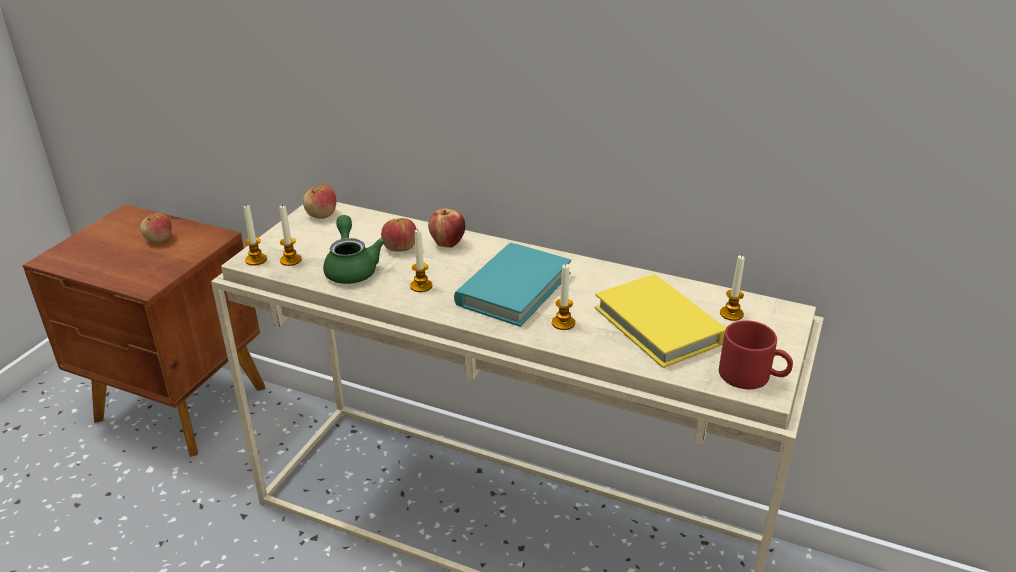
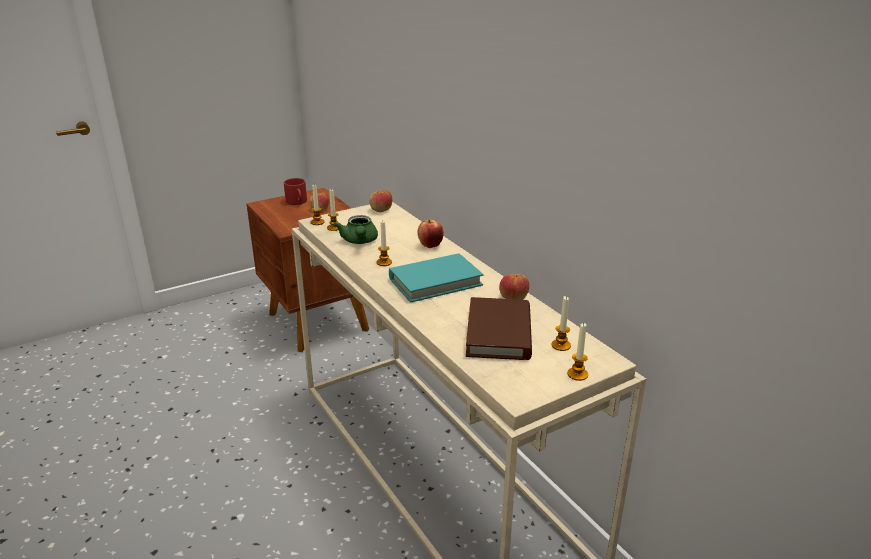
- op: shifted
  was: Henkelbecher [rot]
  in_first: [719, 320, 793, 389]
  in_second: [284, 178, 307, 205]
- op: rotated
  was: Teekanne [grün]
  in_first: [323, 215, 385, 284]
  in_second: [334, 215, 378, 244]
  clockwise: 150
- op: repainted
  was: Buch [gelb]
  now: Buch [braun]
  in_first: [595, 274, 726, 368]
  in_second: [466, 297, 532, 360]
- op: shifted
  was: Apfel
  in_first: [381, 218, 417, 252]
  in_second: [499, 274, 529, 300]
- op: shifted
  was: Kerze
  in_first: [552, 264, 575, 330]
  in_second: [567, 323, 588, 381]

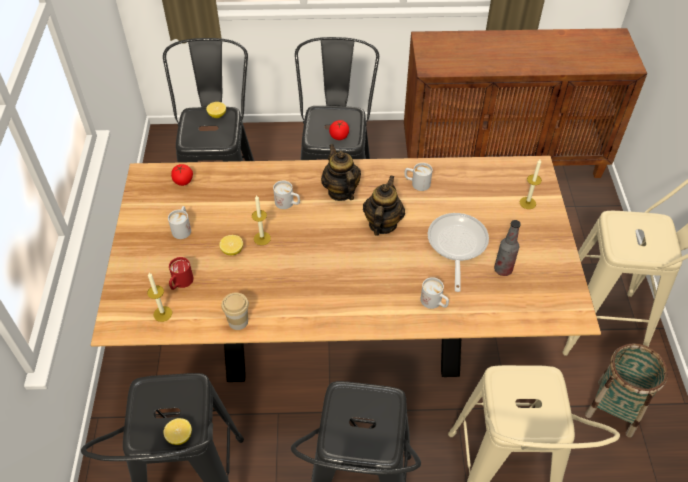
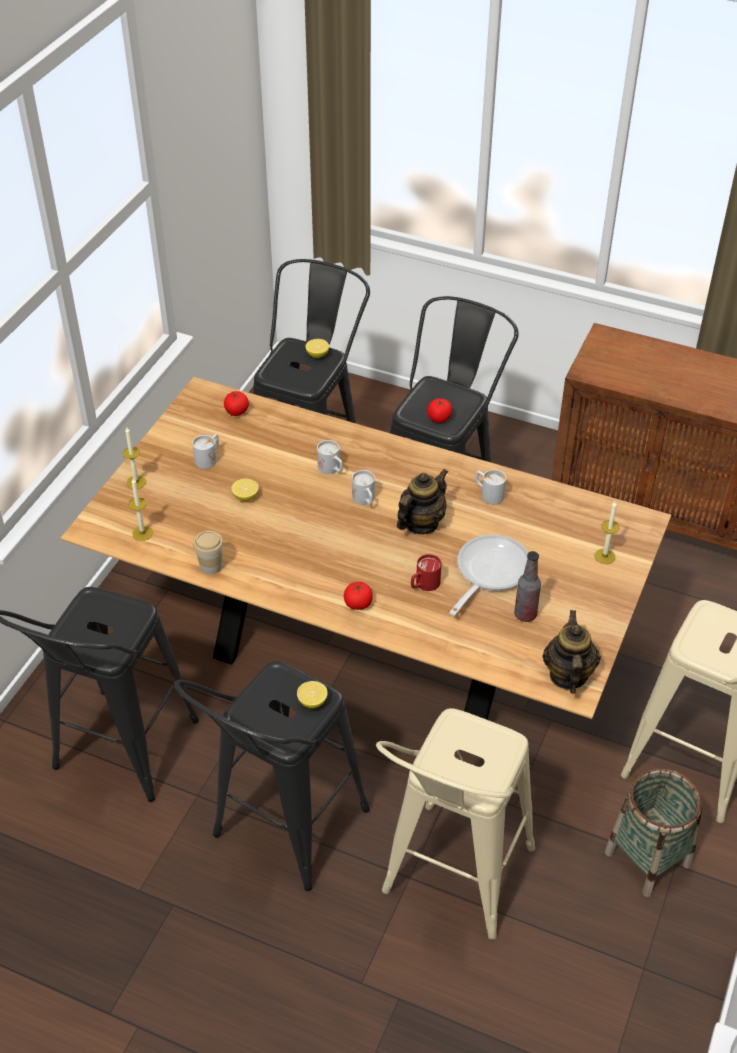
- op: shifted
  was: Kerze
  in_first: [252, 195, 271, 245]
  in_second: [123, 428, 146, 489]
- op: shifted
  was: Zitrone
  in_first: [163, 418, 192, 445]
  in_second: [297, 681, 328, 709]
- op: new
  now: Tomate
  in_second: [344, 582, 373, 610]
- op: shifted
  was: Henkelbecher [weiß]
  in_first: [420, 277, 449, 309]
  in_second: [352, 470, 375, 506]
- op: shifted
  was: Henkelbecher [rot]
  in_first: [169, 257, 194, 290]
  in_second: [411, 554, 441, 591]
- op: shifted
  was: Teekanne
  in_first: [321, 144, 361, 201]
  in_second: [543, 610, 601, 694]

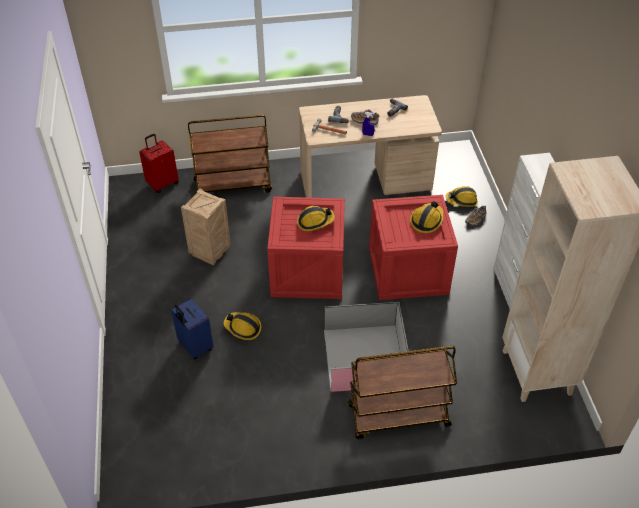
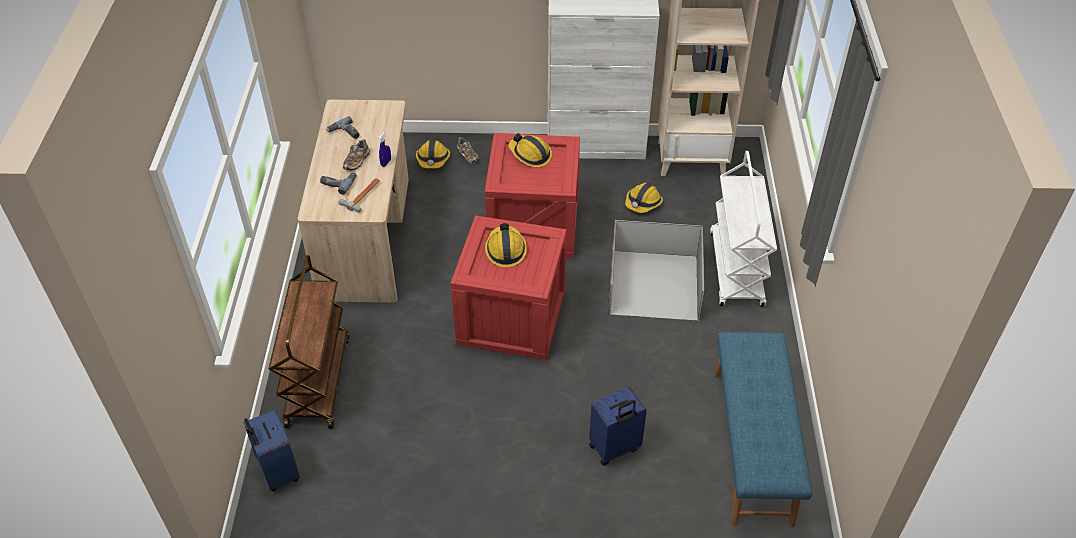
- op: repainted
  was: Koffer [rot]
  now: Koffer [blau]
  in_first: [139, 134, 179, 193]
  in_second: [243, 410, 300, 491]
- op: shifted
  was: Schutzhelm
  in_first: [223, 312, 261, 340]
  in_second: [625, 183, 663, 213]
- op: repainted
  was: Rollwagen [braun]
  now: Rollwagen [weiß]
  in_first: [348, 346, 457, 439]
  in_second: [710, 151, 777, 307]
- op: new
  now: Bank [blau]
  in_second: [714, 332, 813, 527]
- op: gone
  was: Kiste
  in_first: [181, 189, 231, 265]

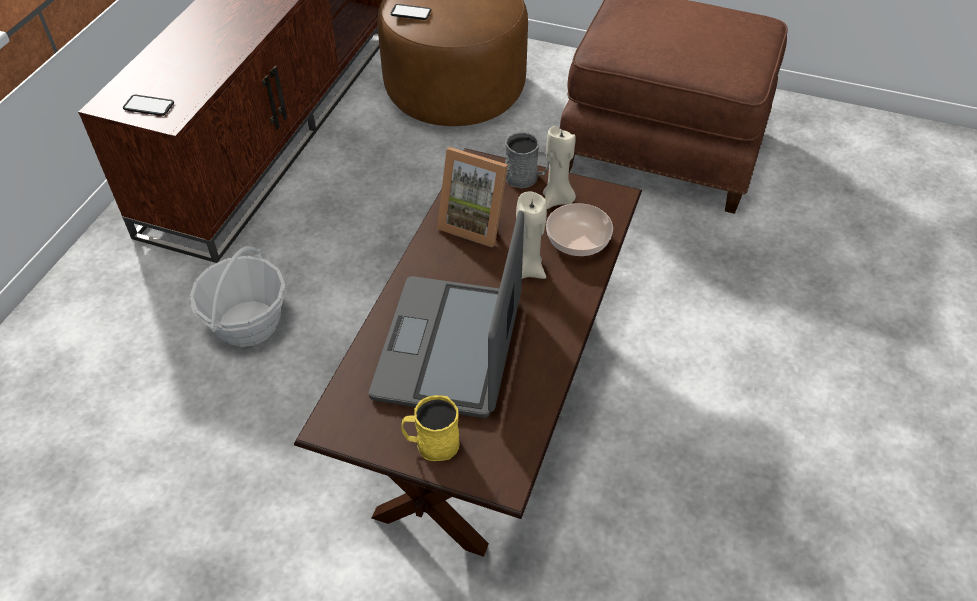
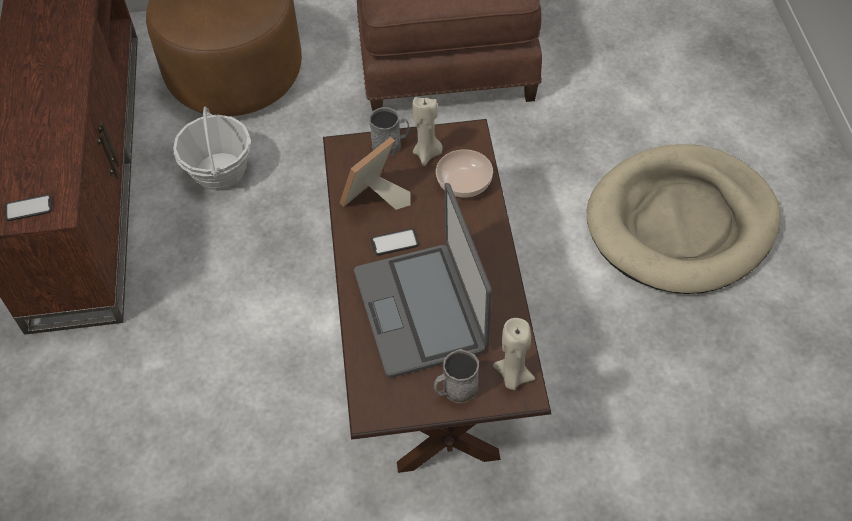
- op: shifted
  was: Korb
  in_first: [190, 246, 286, 347]
  in_second: [173, 106, 251, 190]
- op: rotated
  was: Bilderrahmen
  in_first: [437, 147, 508, 248]
  in_second: [340, 137, 411, 210]
  clockwise: 135
- op: shifted
  was: Handy
  in_first: [390, 4, 432, 20]
  in_second: [371, 229, 419, 255]
- op: repainted
  was: Henkelbecher [gelb]
  now: Henkelbecher [grau]
  in_first: [402, 395, 459, 461]
  in_second: [434, 349, 479, 404]
- op: shifted
  was: Kerze [beige]
  in_first: [516, 192, 547, 279]
  in_second: [493, 318, 535, 390]
- op: new
  now: Hundebett [beige]
  in_second: [587, 144, 781, 294]

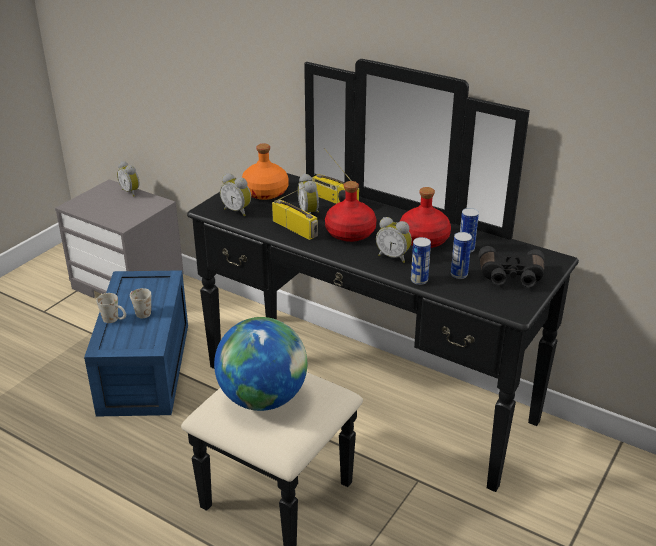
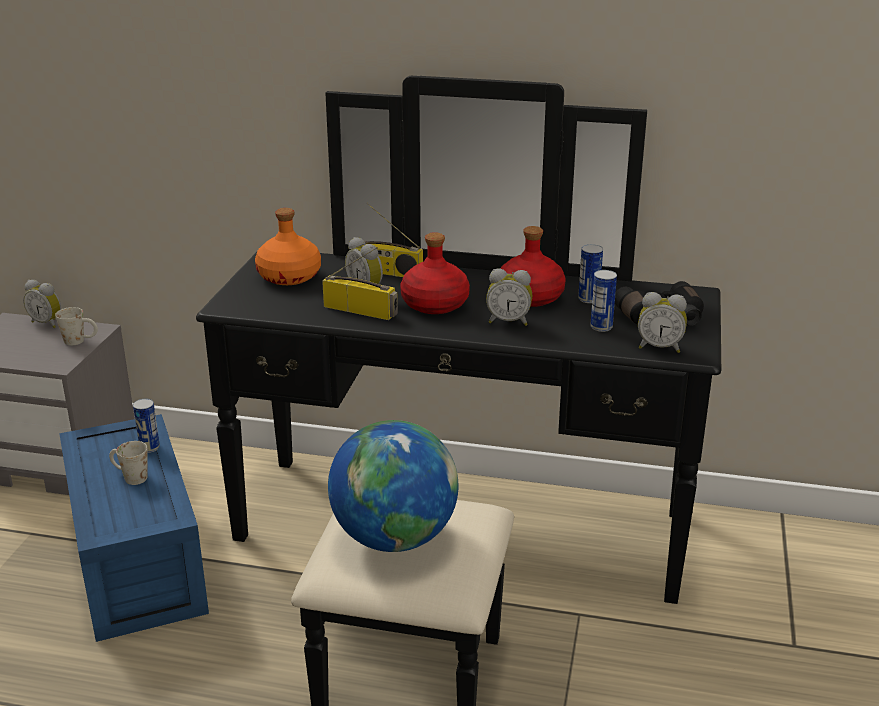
- op: shifted
  was: Henkelbecher [weiß]
  in_first: [96, 293, 126, 323]
  in_second: [55, 307, 98, 345]
- op: shifted
  was: Dose
  in_first: [411, 237, 431, 285]
  in_second: [133, 399, 160, 453]
- op: shifted
  was: Wecker
  in_first: [220, 173, 251, 216]
  in_second: [638, 292, 687, 353]

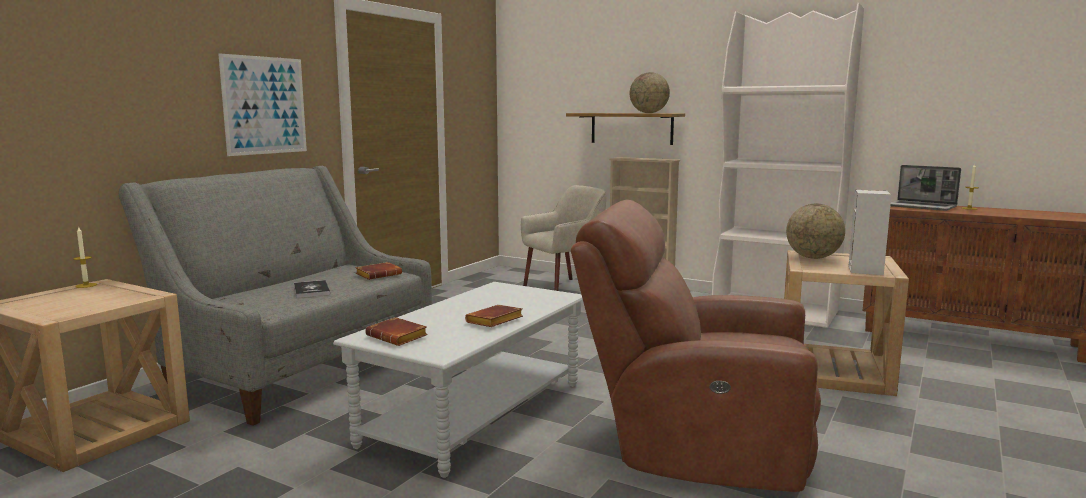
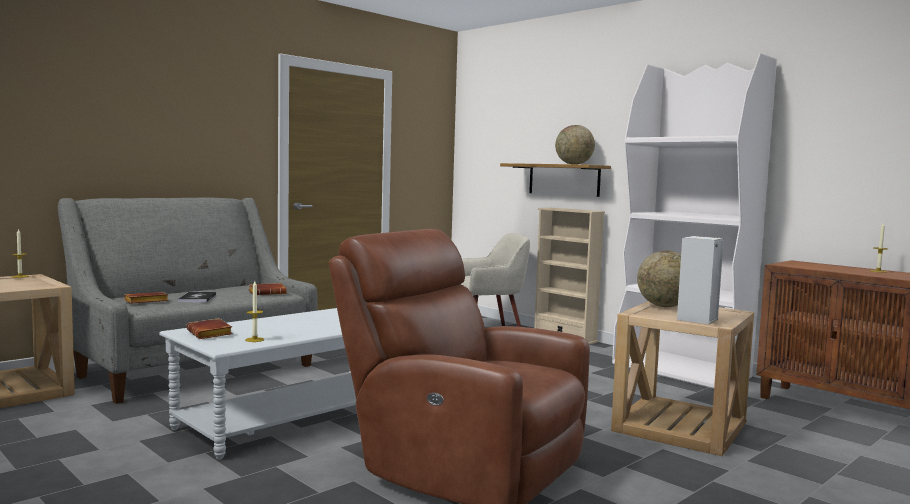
- op: shifted
  was: Buch [braun]
  in_first: [465, 305, 523, 327]
  in_second: [124, 292, 169, 304]
- op: new
  now: Kerze
  in_second: [245, 281, 264, 342]
- op: gone
  was: Bild
  in_first: [218, 53, 307, 156]
- op: gone
  was: Laptop
  in_first: [890, 165, 961, 211]

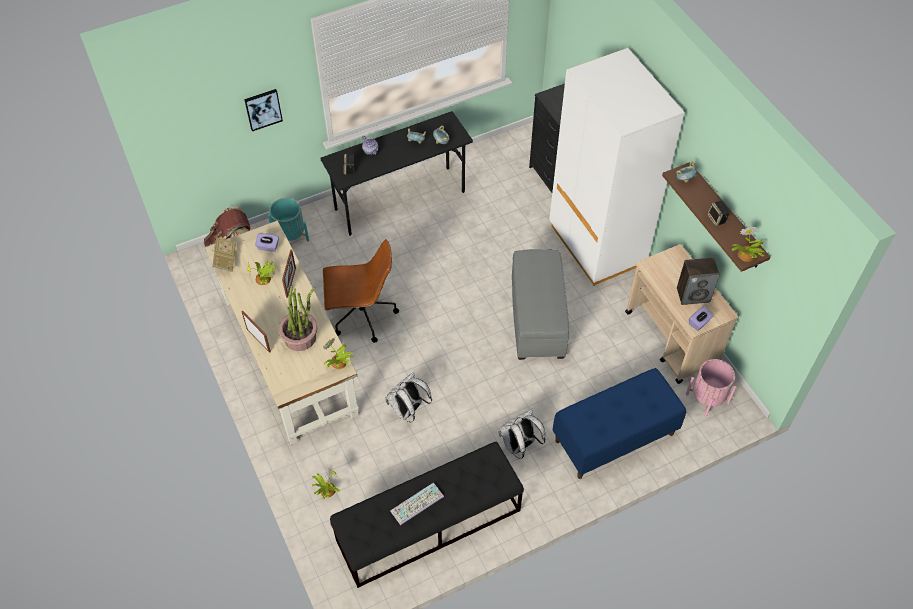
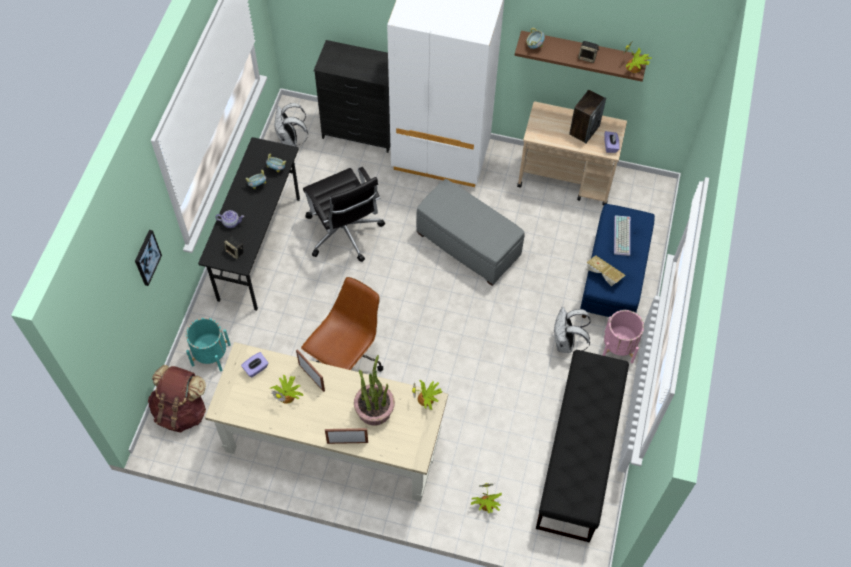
- op: shifted
  was: Rucksack [weiß]
  in_first: [385, 372, 432, 422]
  in_second: [275, 103, 308, 147]
- op: new
  now: Bürostuhl [schwarz]
  in_second: [303, 167, 385, 262]
- op: shifted
  was: Buch
  in_first: [211, 237, 236, 273]
  in_second: [586, 255, 625, 287]
- op: shifted
  was: Pflanzkübel [rosa]
  in_first: [686, 359, 736, 417]
  in_second: [602, 310, 644, 363]
- op: shifted
  was: Tastatur
  in_first: [390, 482, 444, 525]
  in_second: [614, 215, 630, 256]

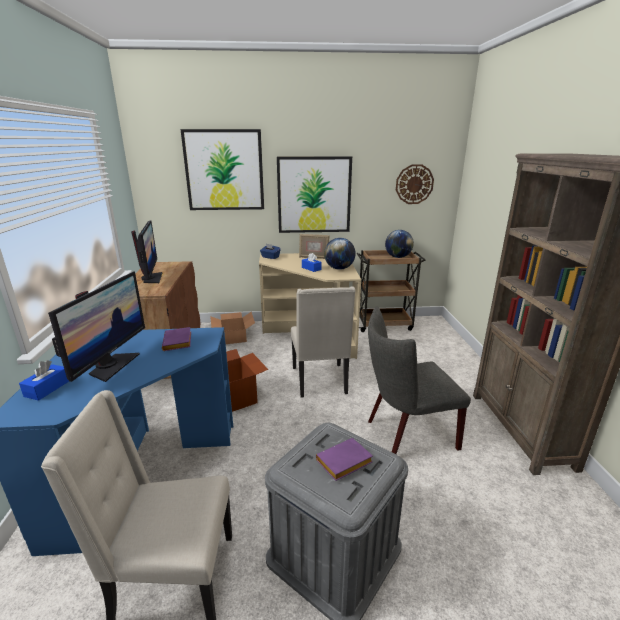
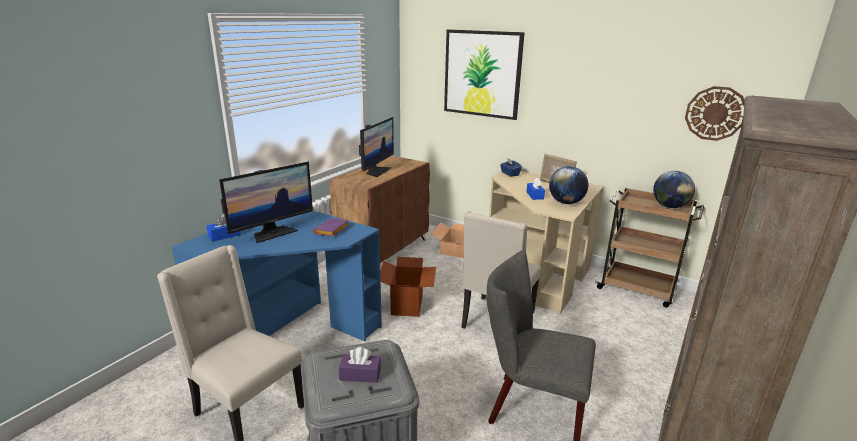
- op: swapped
  was: Buch [lila]
  now: Taschentuchbox [lila]
  in_first: [316, 438, 373, 481]
  in_second: [339, 347, 381, 383]
- op: gone
  was: Bild
  in_first: [277, 156, 352, 233]

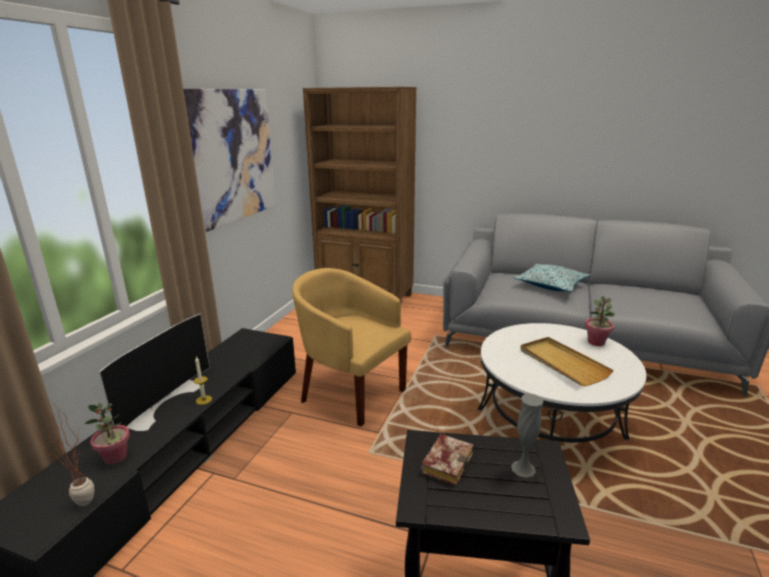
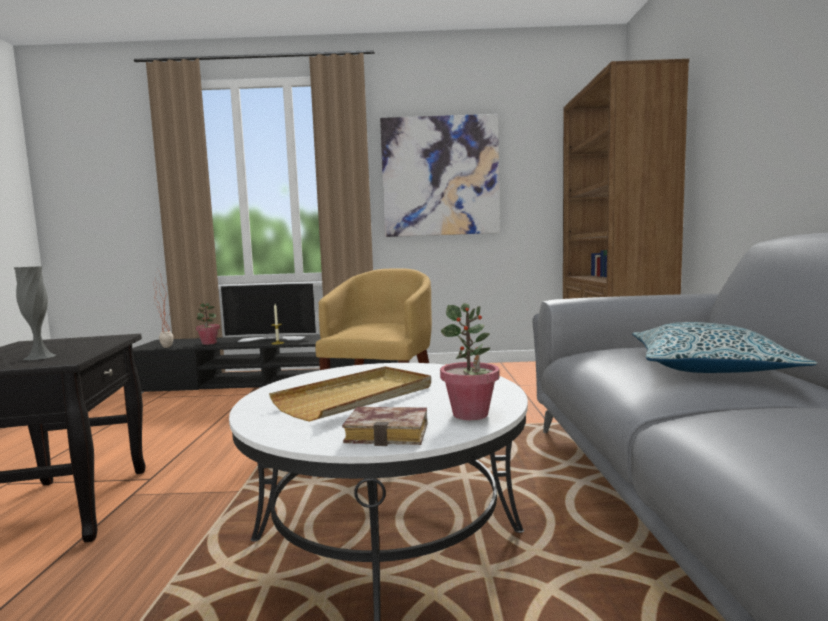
- op: shifted
  was: Buch
  in_first: [420, 434, 474, 486]
  in_second: [342, 407, 428, 446]

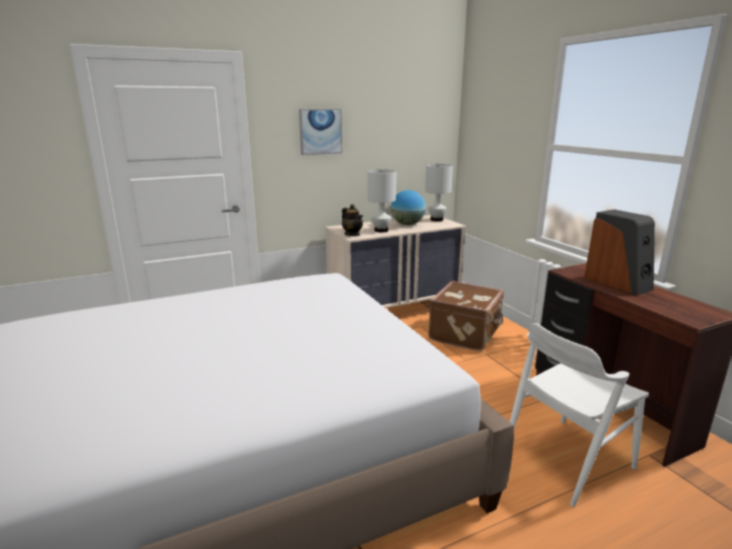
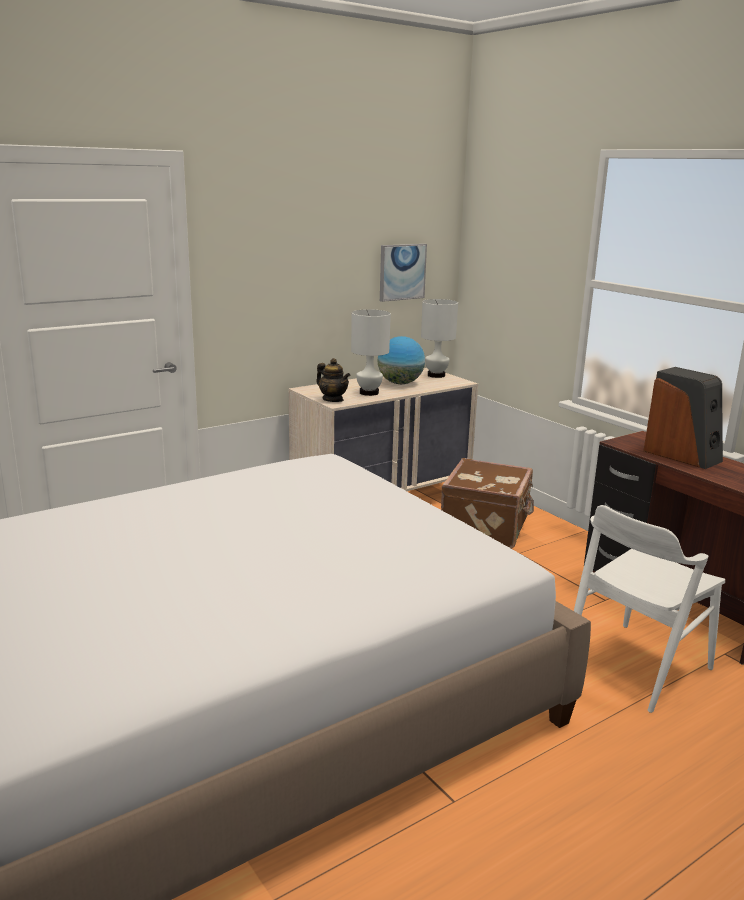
- op: shifted
  was: Bild
  in_first: [299, 109, 342, 155]
  in_second: [380, 244, 427, 302]

